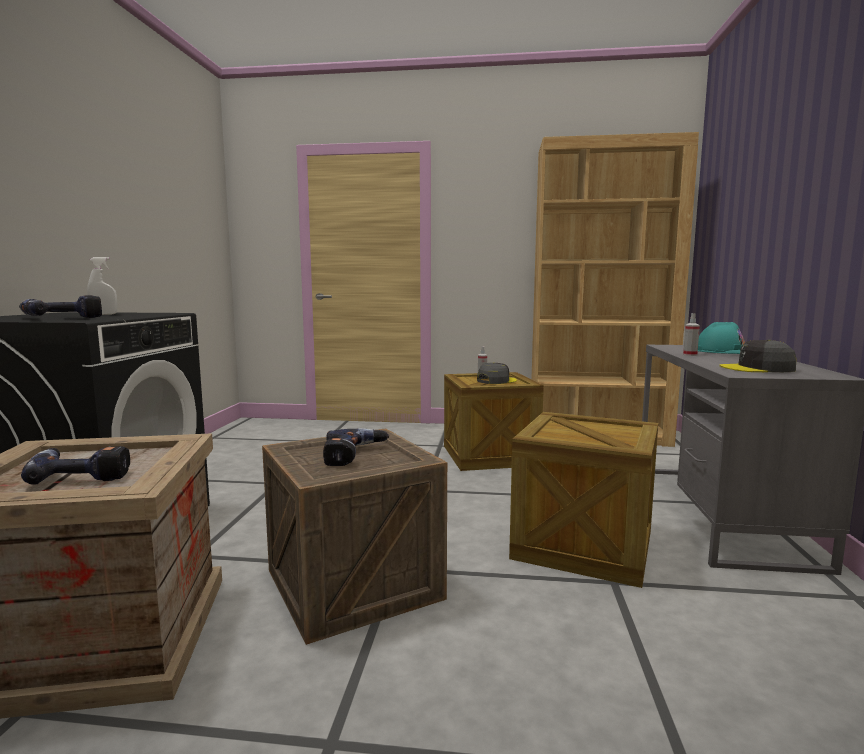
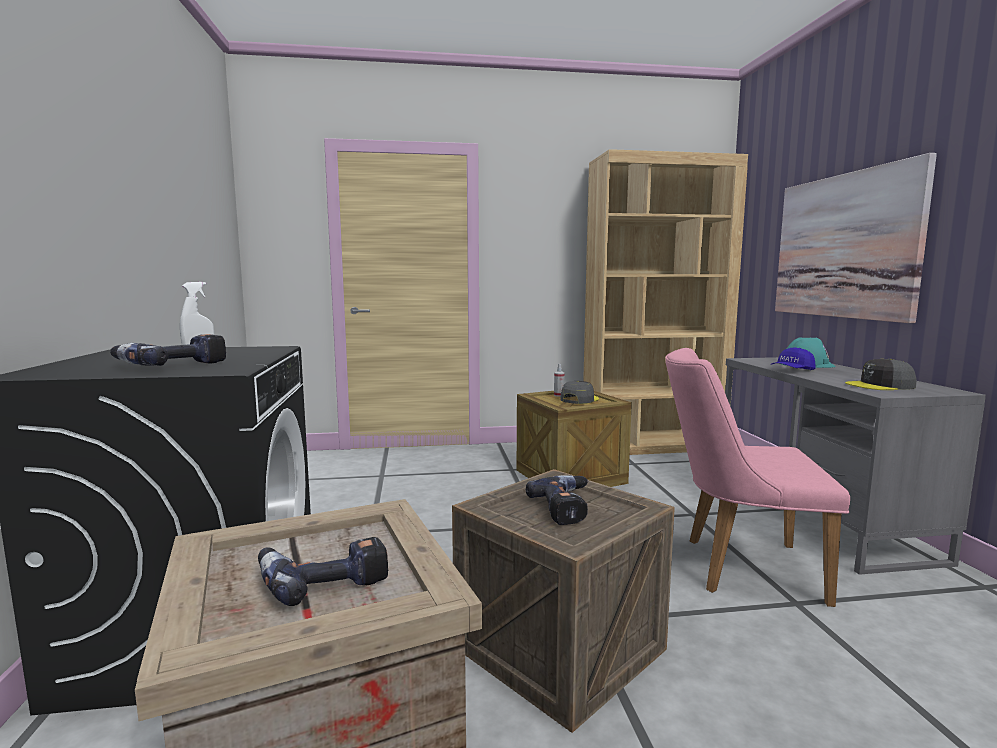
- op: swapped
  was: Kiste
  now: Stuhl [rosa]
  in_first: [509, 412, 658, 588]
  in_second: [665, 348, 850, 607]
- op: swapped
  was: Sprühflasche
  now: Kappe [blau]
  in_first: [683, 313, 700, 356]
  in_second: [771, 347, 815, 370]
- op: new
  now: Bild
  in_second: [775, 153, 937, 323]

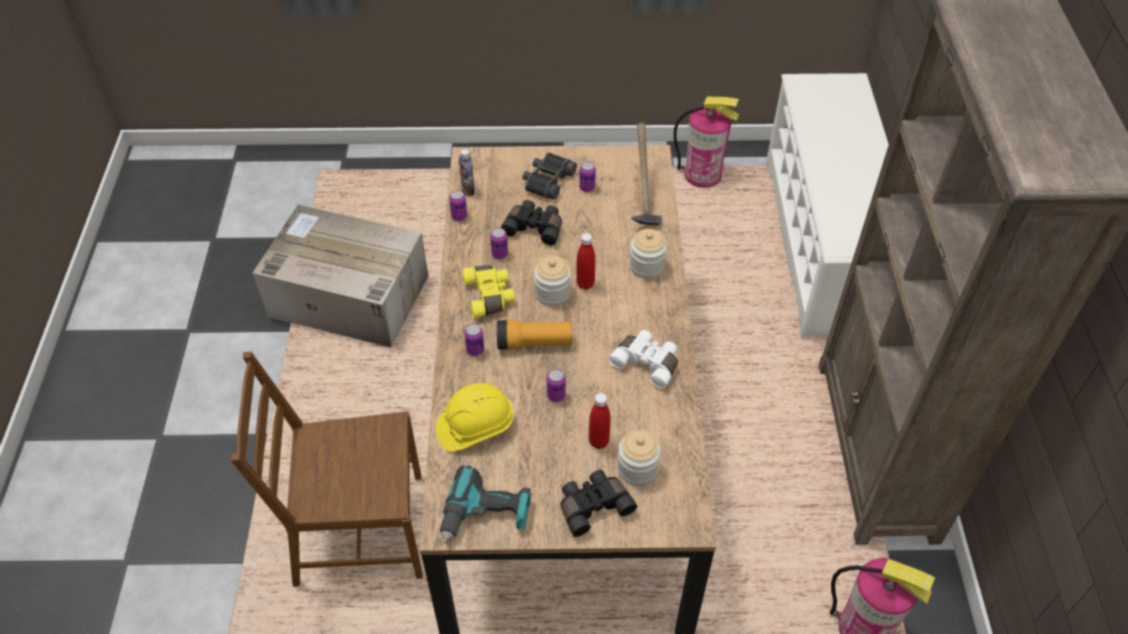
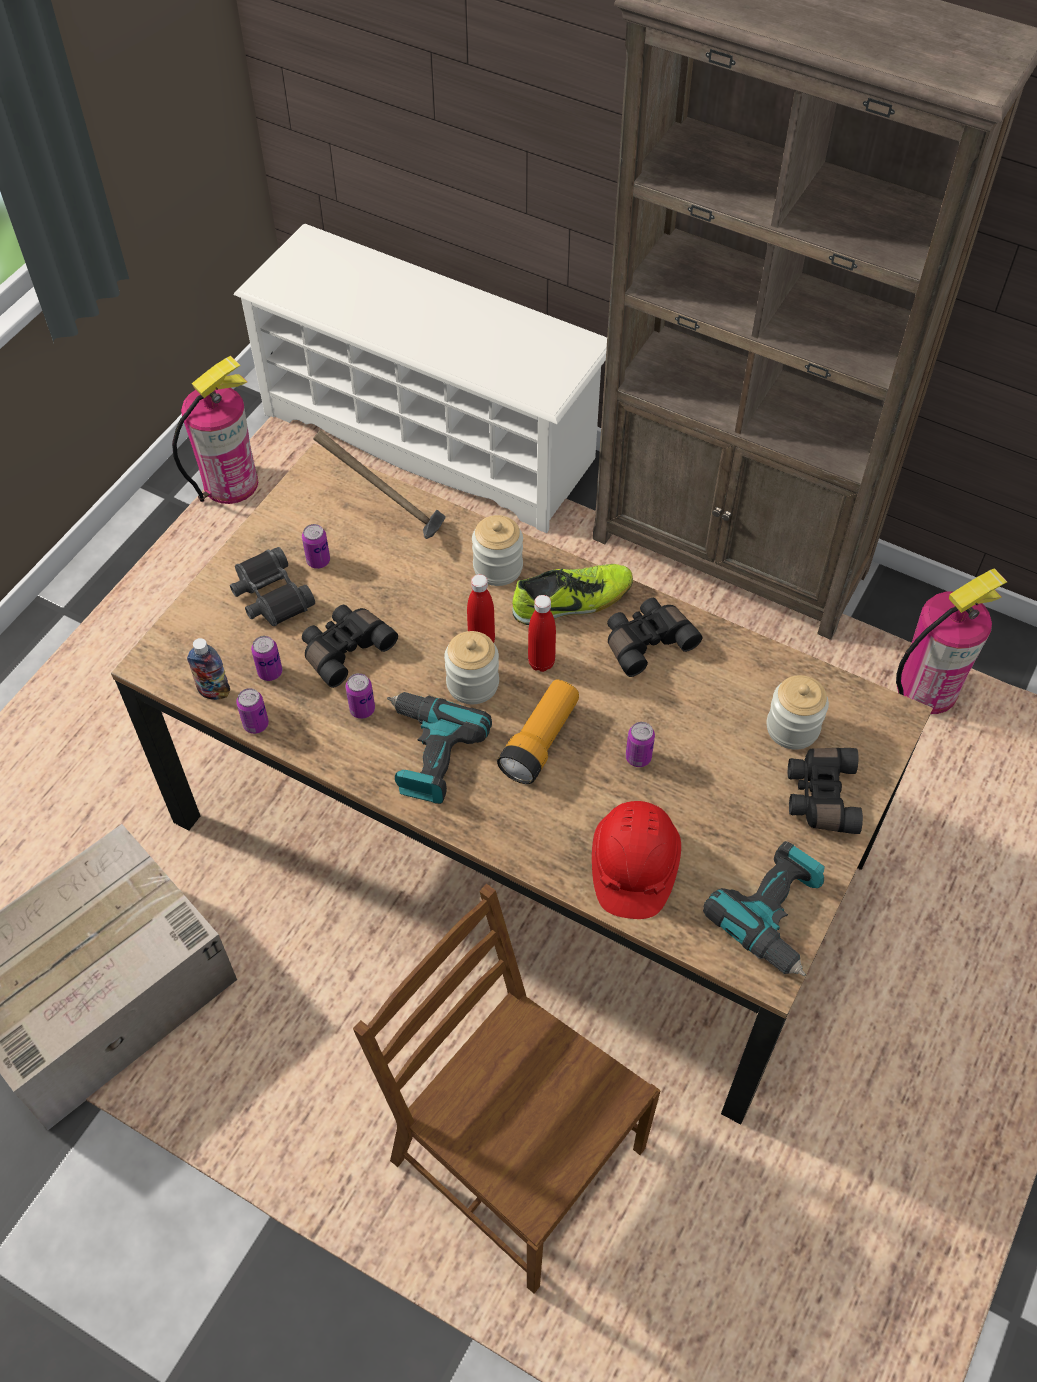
- op: shifted
  was: Dose
  in_first: [464, 323, 484, 356]
  in_second: [251, 636, 282, 681]
- op: rotated
  was: Stuhl [braun]
  in_first: [231, 352, 423, 587]
  in_second: [353, 884, 661, 1294]
  clockwise: 105
- op: swapped
  was: Fernglas [gelb]
  now: Bohrmaschine
  in_first: [462, 265, 515, 318]
  in_second: [387, 692, 492, 804]
- op: new
  now: Schuh
  in_second: [512, 564, 633, 625]
- op: shifted
  was: Flasche [rot]
  in_first: [589, 393, 610, 449]
  in_second: [528, 595, 556, 672]
- op: repainted
  was: Schutzhelm [gelb]
  now: Schutzhelm [rot]
  in_first: [436, 383, 514, 451]
  in_second: [592, 801, 681, 919]
- op: repainted
  was: Fernglas [weiß]
  now: Fernglas [schwarz]
  in_first: [609, 330, 678, 388]
  in_second: [607, 598, 702, 677]

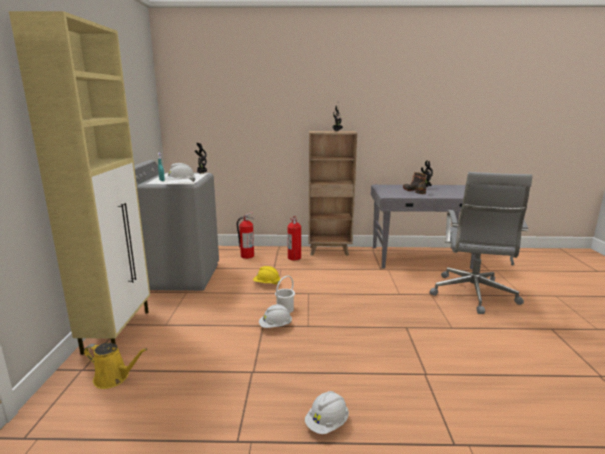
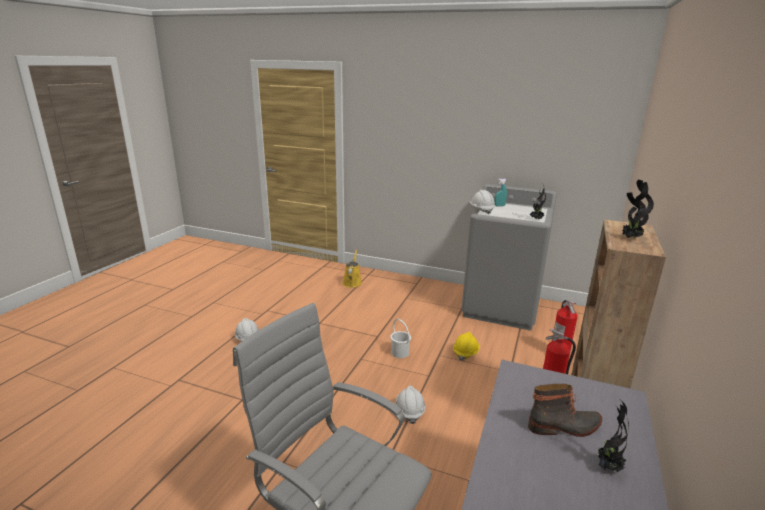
- op: rotated
  was: Gießkanne [gelb]
  in_first: [84, 343, 147, 389]
  in_second: [342, 249, 362, 288]
  clockwise: 150
- op: shifted
  was: Schutzhelm [weiß]
  in_first: [259, 304, 292, 328]
  in_second: [395, 386, 425, 424]
- op: gone
  was: Schrank [beige]
  in_first: [9, 11, 150, 355]

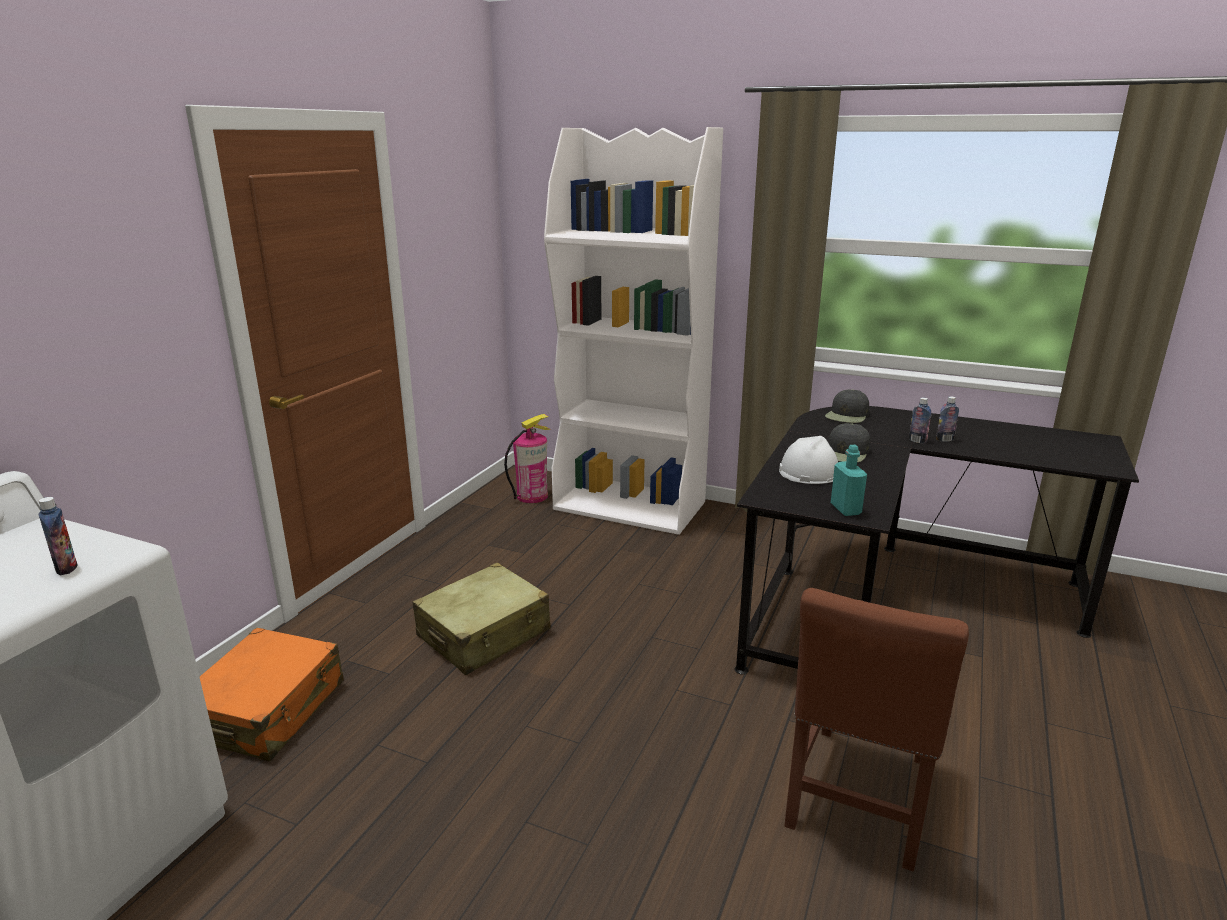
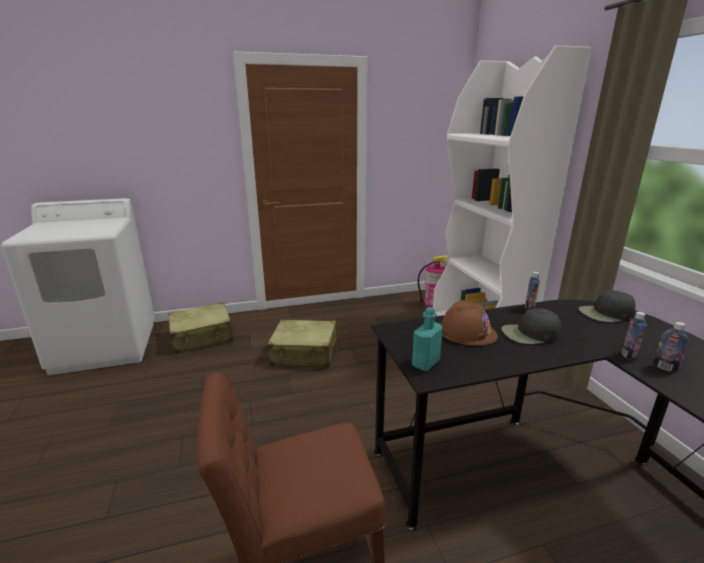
- op: repainted
  was: Koffer [orange]
  now: Koffer [beige]
  in_first: [200, 628, 344, 761]
  in_second: [168, 302, 235, 354]
- op: repainted
  was: Schutzhelm [weiß]
  now: Schutzhelm [braun]
  in_first: [779, 436, 838, 484]
  in_second: [441, 300, 498, 346]
- op: shifted
  was: Flasche
  in_first: [38, 497, 77, 575]
  in_second: [525, 272, 540, 311]

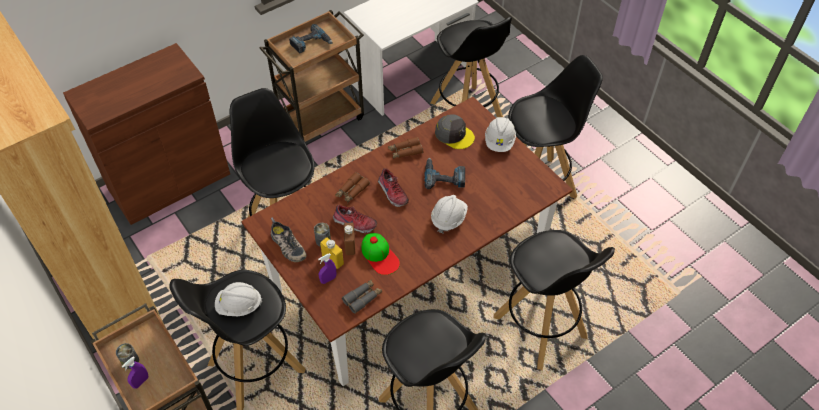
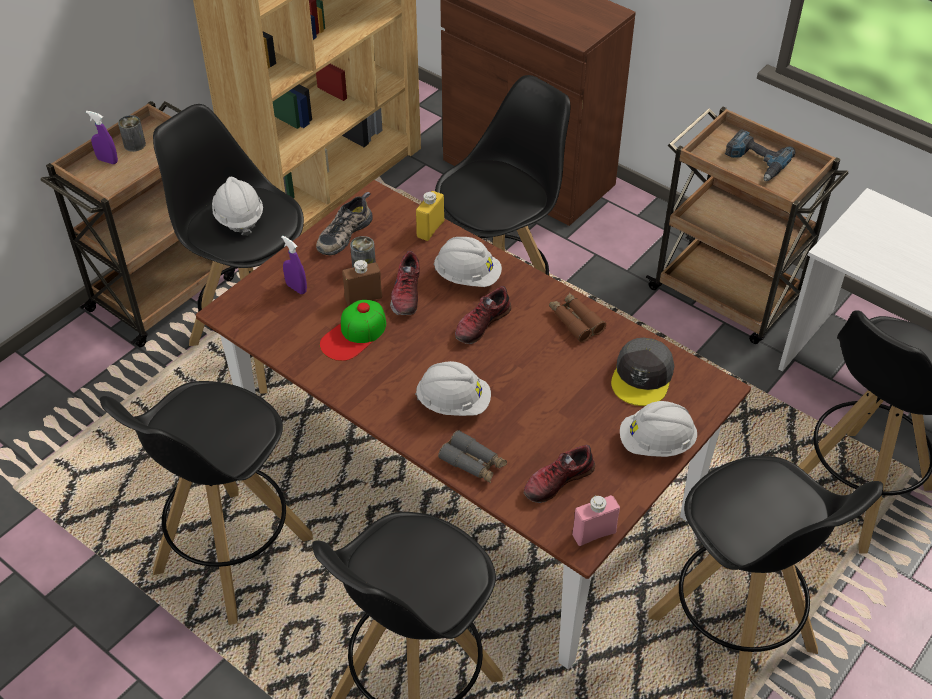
- op: shifted
  was: Flasche [gelb]
  in_first: [320, 238, 344, 269]
  in_second: [416, 191, 444, 241]
- op: swapped
  was: Fernglas [braun]
  now: Schutzhelm [weiß]
  in_first: [335, 172, 370, 203]
  in_second: [434, 237, 502, 287]
- op: shifted
  was: Fernglas [grau]
  in_first: [342, 279, 382, 314]
  in_second: [438, 430, 507, 483]
- op: new
  now: Schuh
  in_second: [524, 445, 595, 503]
- op: new
  now: Flasche [rosa]
  in_second: [572, 495, 620, 546]
- op: gone
  was: Bohrmaschine
  in_first: [424, 158, 465, 189]

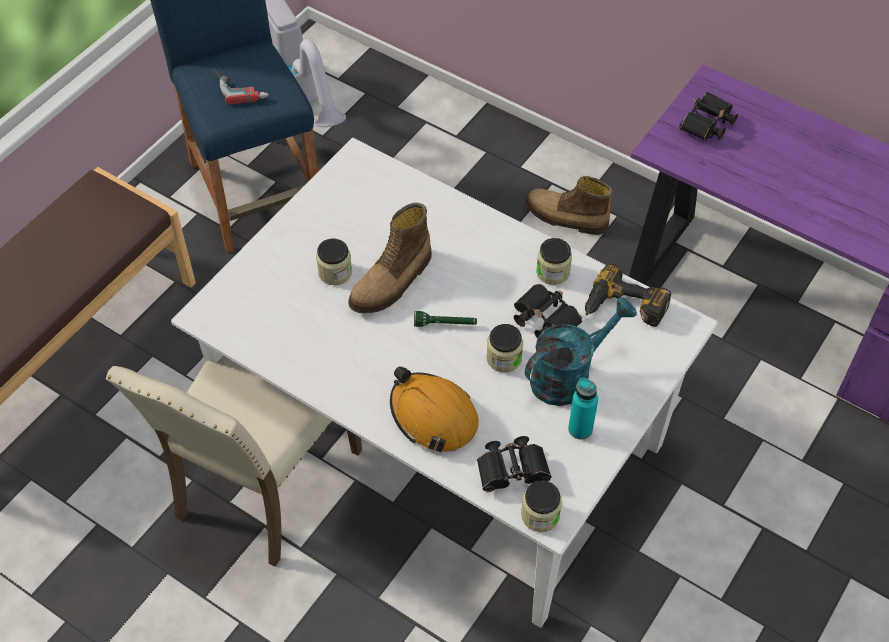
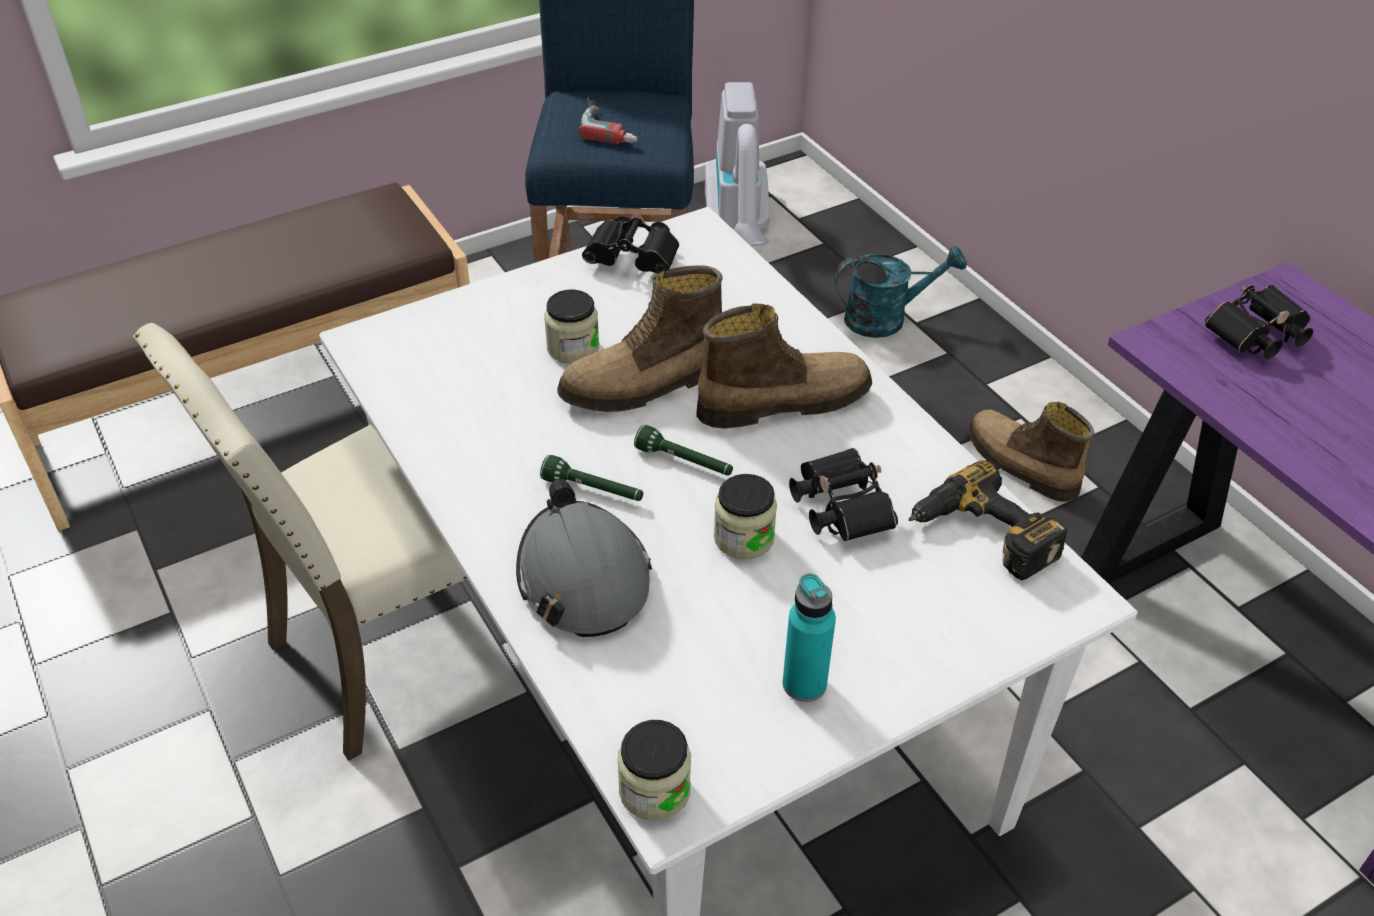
- op: repainted
  was: Schutzhelm [orange]
  now: Schutzhelm [grau]
  in_first: [390, 367, 479, 452]
  in_second: [516, 479, 652, 637]
- op: new
  now: Taschenlampe [grün]
  in_second: [540, 455, 643, 501]
- op: shifted
  was: Fernglas [schwarz]
  in_first: [477, 436, 552, 492]
  in_second: [582, 214, 679, 274]
- op: new
  now: Stiefel
  in_second: [696, 303, 872, 429]
- op: shifted
  was: Gießkanne [türkis]
  in_first: [525, 297, 637, 406]
  in_second: [834, 246, 967, 338]
- op: gone
  was: Vorratsglas
  in_first: [536, 238, 572, 285]

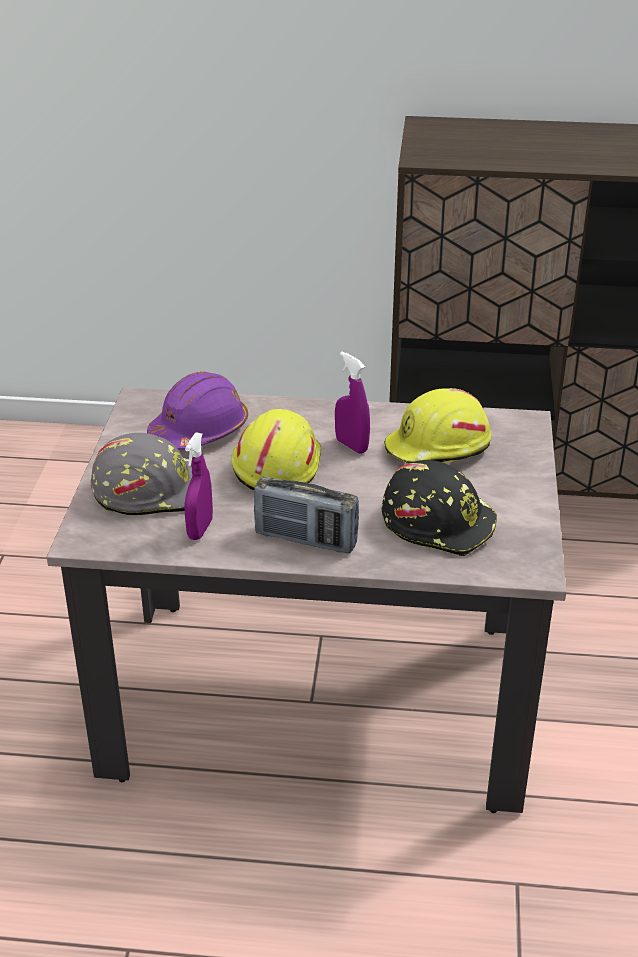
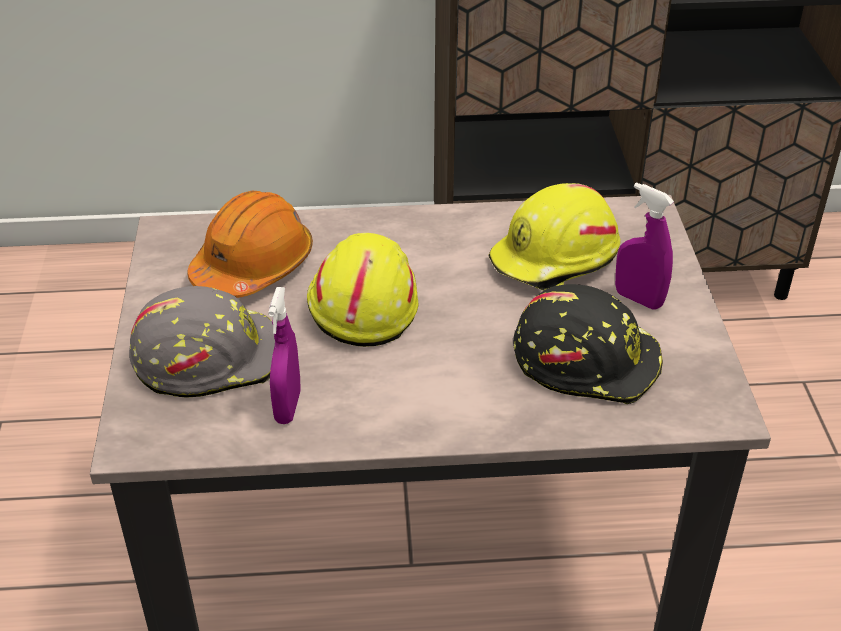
- op: repainted
  was: Schutzhelm [lila]
  now: Schutzhelm [orange]
  in_first: [147, 372, 248, 450]
  in_second: [188, 191, 313, 298]
- op: shifted
  was: Sprühflasche [lila]
  in_first: [335, 351, 370, 454]
  in_second: [615, 182, 674, 310]
- op: gone
  was: Radio
  in_first: [254, 477, 359, 553]

